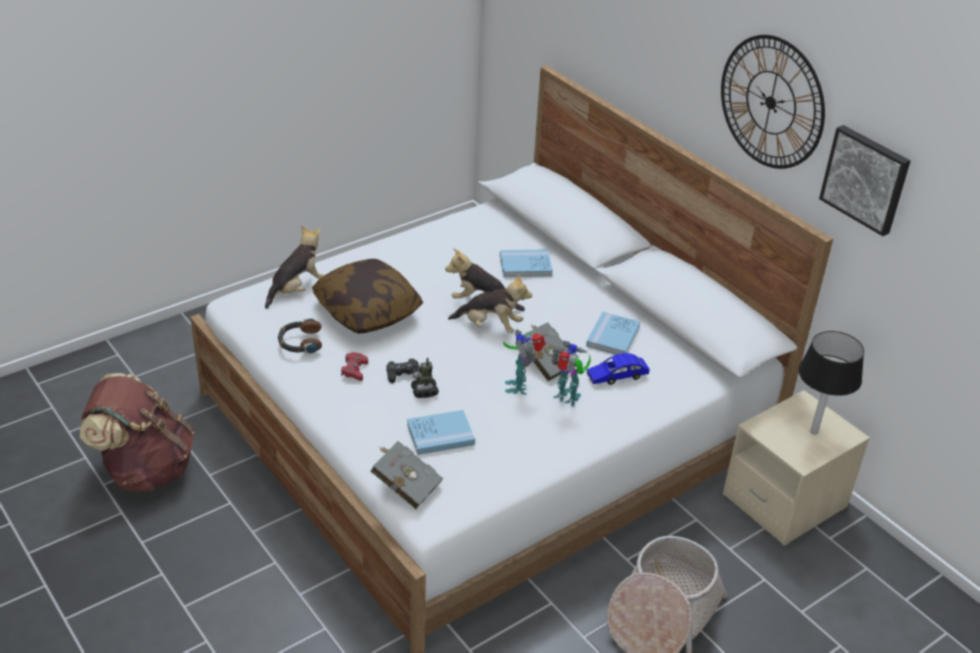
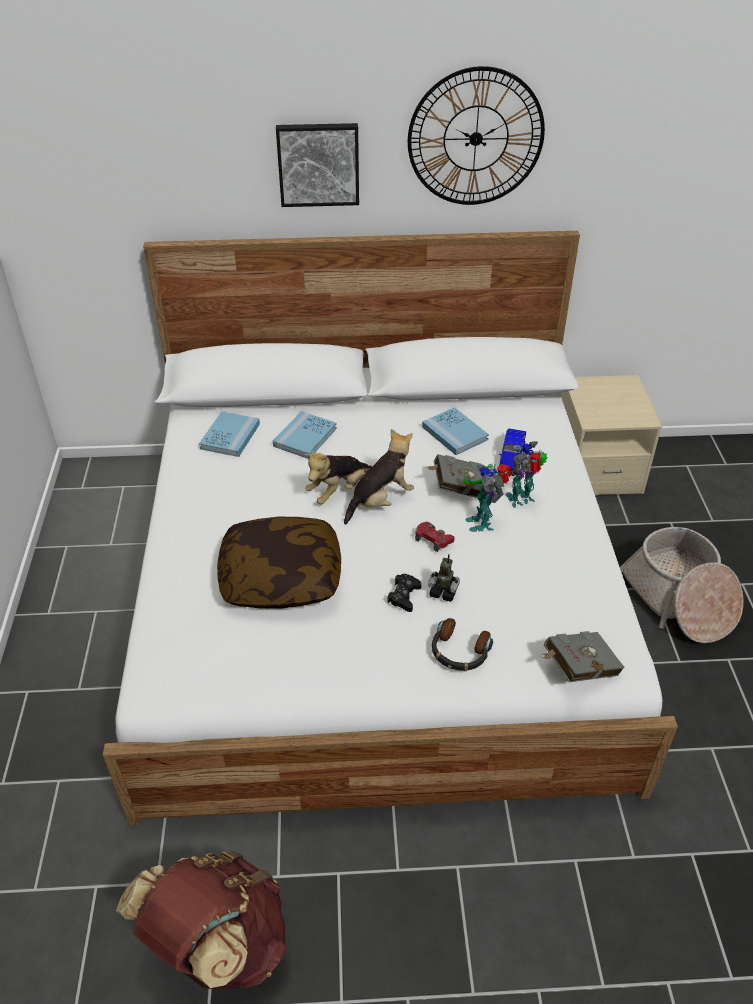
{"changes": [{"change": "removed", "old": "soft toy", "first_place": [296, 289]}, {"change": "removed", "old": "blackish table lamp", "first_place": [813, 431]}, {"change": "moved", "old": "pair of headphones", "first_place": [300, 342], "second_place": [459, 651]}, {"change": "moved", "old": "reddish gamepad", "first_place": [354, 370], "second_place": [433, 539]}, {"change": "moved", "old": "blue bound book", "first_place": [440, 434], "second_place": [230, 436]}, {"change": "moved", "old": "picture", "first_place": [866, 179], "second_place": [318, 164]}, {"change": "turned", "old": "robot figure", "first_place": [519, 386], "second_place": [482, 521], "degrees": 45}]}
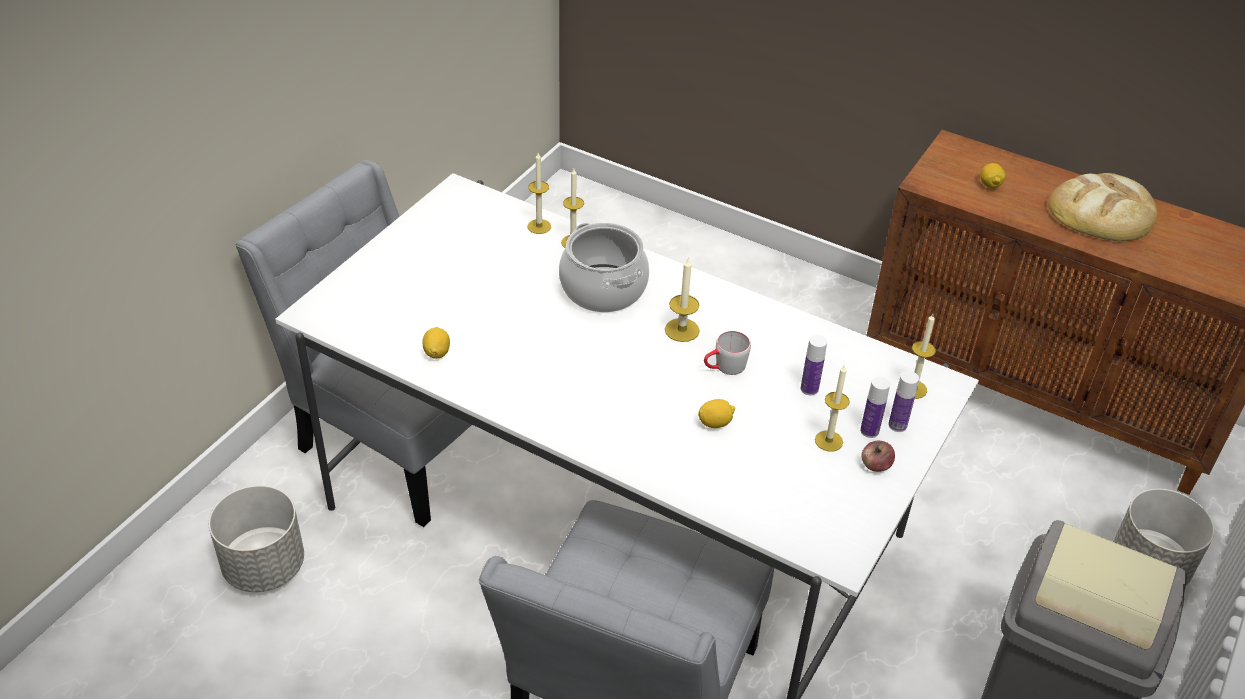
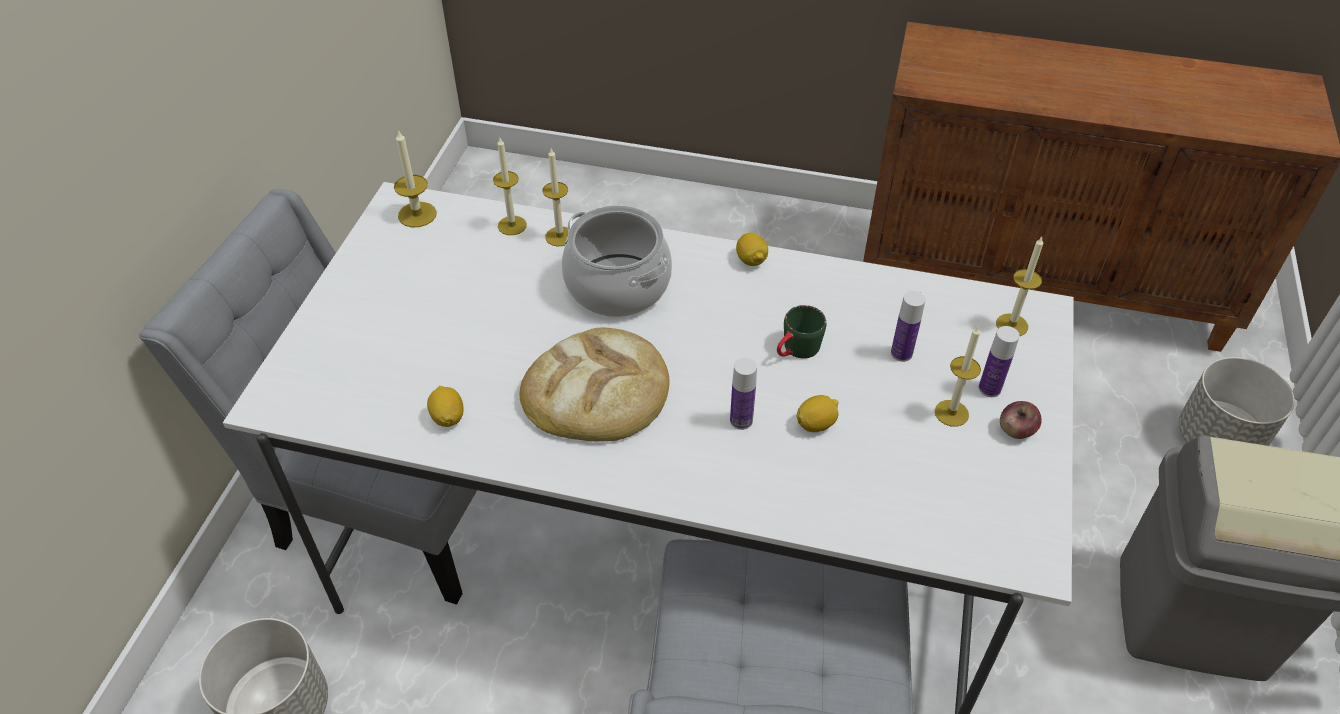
{"changes": [{"change": "moved", "old": "candle", "first_place": [682, 330], "second_place": [417, 214]}, {"change": "moved", "old": "drink bottle", "first_place": [897, 425], "second_place": [741, 420]}, {"change": "moved", "old": "citrus fruit", "first_place": [990, 185], "second_place": [751, 260]}, {"change": "moved", "old": "bakery bread", "first_place": [1102, 213], "second_place": [597, 391]}, {"change": "recoloured", "old": "gray coffee mug", "new": "greenish coffee mug", "first_place": [724, 367], "second_place": [796, 351]}]}
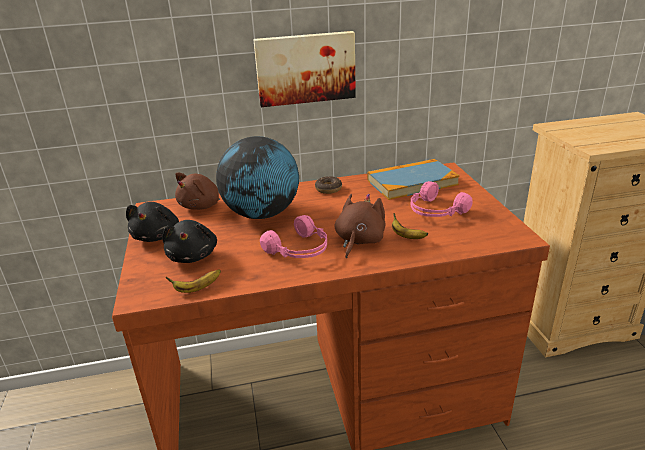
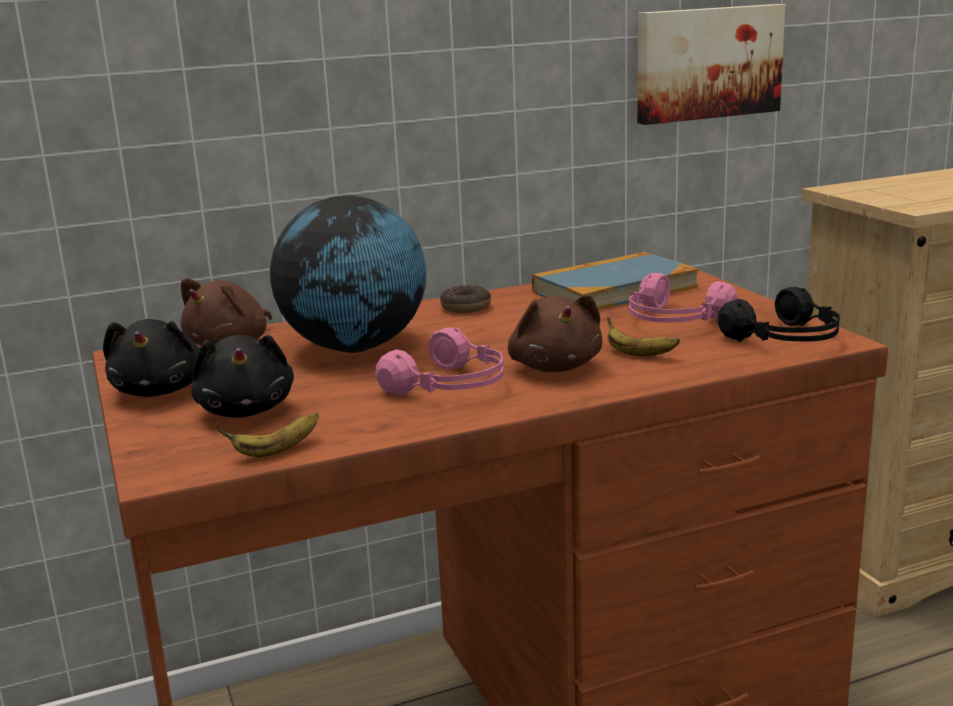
{"changes": [{"change": "added", "new": "blackish pair of headphones", "second_place": [787, 339]}, {"change": "moved", "old": "picture", "first_place": [305, 68], "second_place": [707, 63]}, {"change": "turned", "old": "brownish soft toy", "first_place": [359, 241], "second_place": [555, 366], "degrees": 150}]}
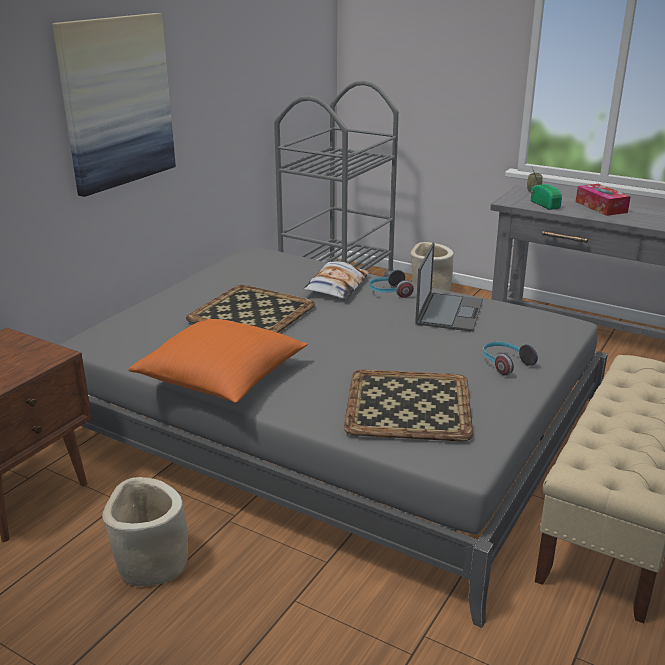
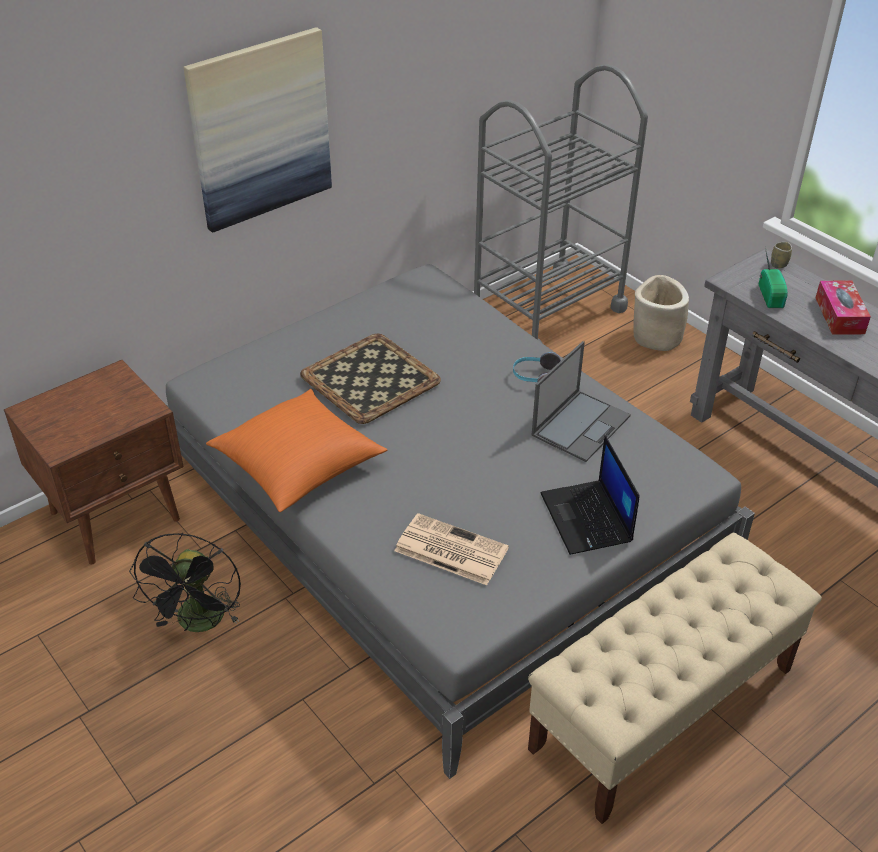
{"changes": [{"change": "removed", "old": "pillow", "first_place": [336, 286]}, {"change": "replaced", "old": "beige-coloured flower pot", "new": "blackish fan", "first_place": [151, 563], "second_place": [200, 624]}, {"change": "replaced", "old": "tray", "new": "newspaper", "first_place": [407, 405], "second_place": [449, 550]}, {"change": "replaced", "old": "pair of headphones", "new": "portable computer", "first_place": [505, 364], "second_place": [587, 518]}]}
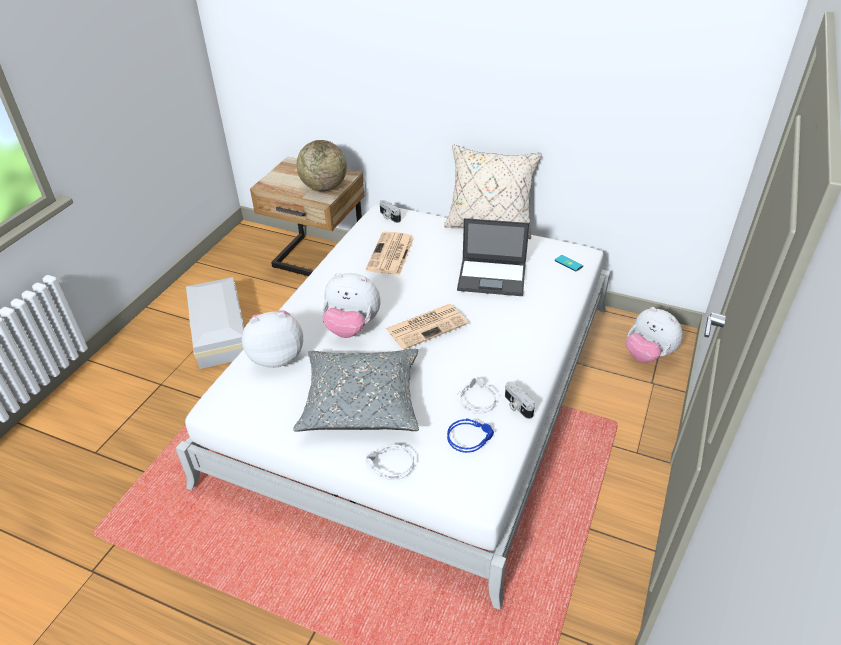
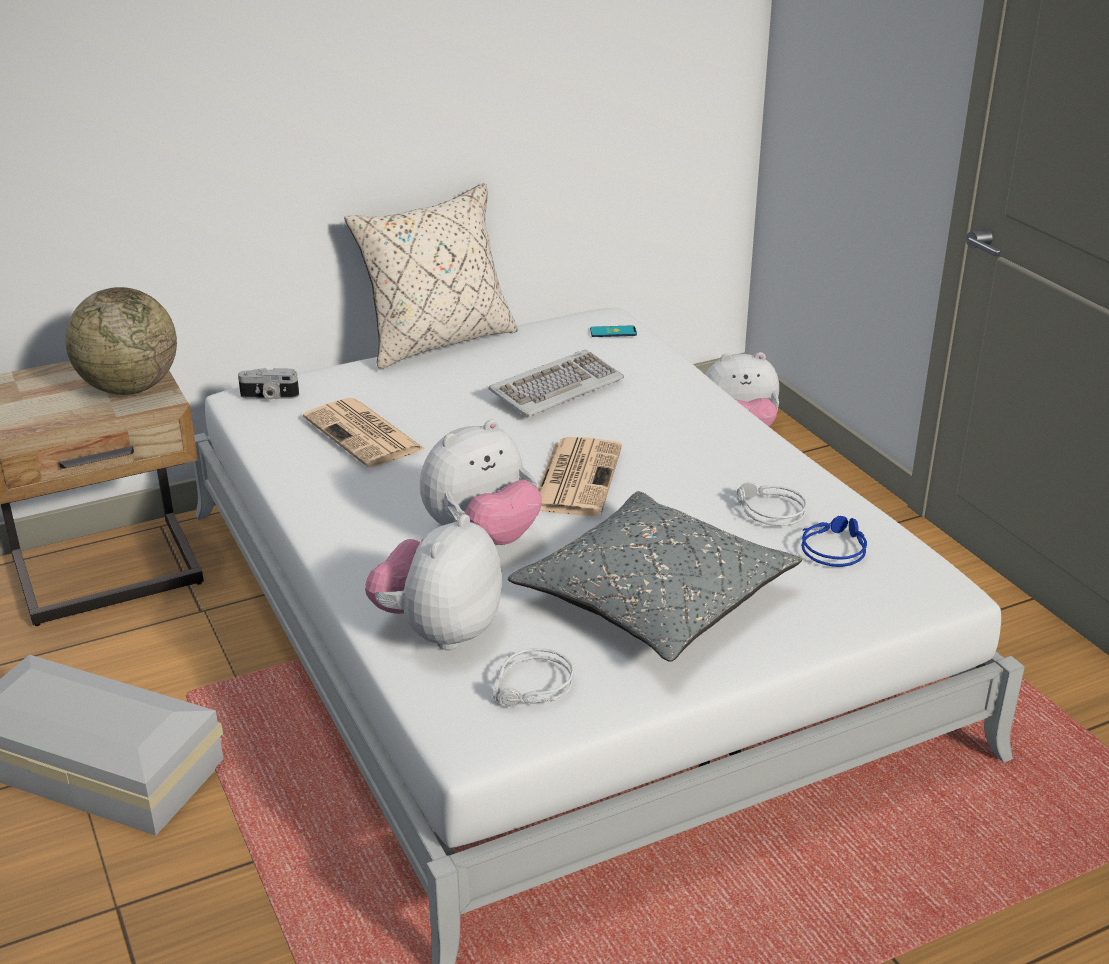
{"changes": [{"change": "removed", "old": "photo camera", "first_place": [517, 406]}, {"change": "moved", "old": "gray pair of headphones", "first_place": [389, 466], "second_place": [532, 688]}, {"change": "replaced", "old": "portable computer", "new": "keyboard", "first_place": [493, 277], "second_place": [556, 387]}]}
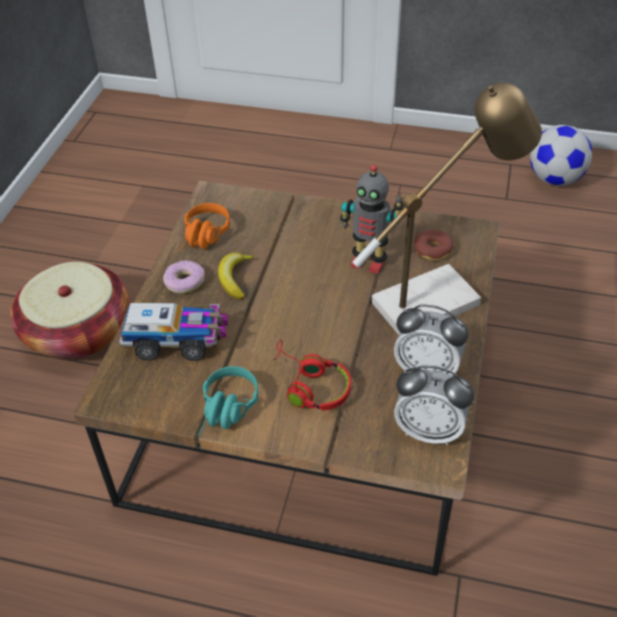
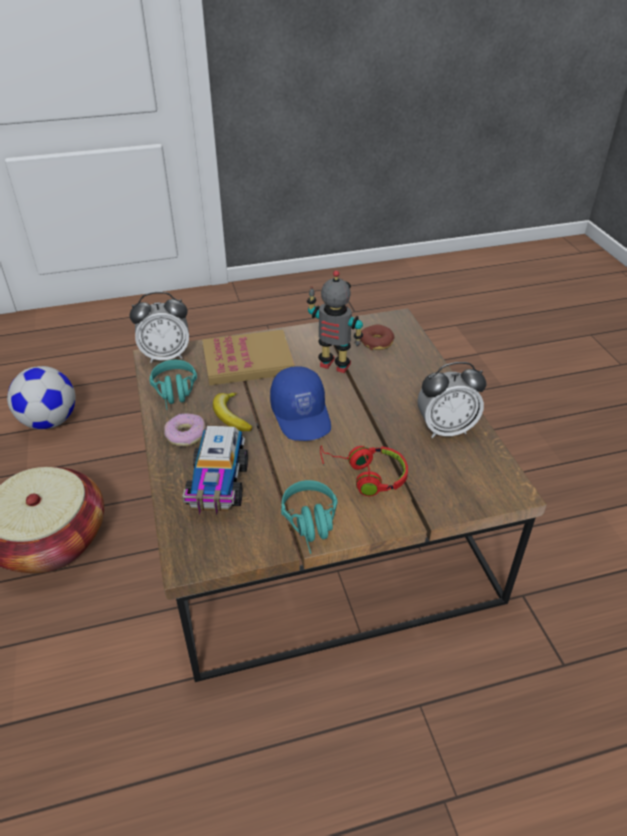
{"changes": [{"change": "removed", "old": "table lamp", "first_place": [436, 297]}, {"change": "added", "new": "bound book", "second_place": [248, 361]}, {"change": "added", "new": "blue peaked cap", "second_place": [302, 415]}, {"change": "moved", "old": "table clock", "first_place": [428, 430], "second_place": [166, 355]}, {"change": "moved", "old": "football ball", "first_place": [554, 179], "second_place": [49, 421]}, {"change": "recoloured", "old": "orange-coloured pair of headphones", "new": "blue-green pair of headphones", "first_place": [204, 239], "second_place": [176, 394]}, {"change": "turned", "old": "model truck", "first_place": [177, 341], "second_place": [218, 485], "degrees": 120}, {"change": "turned", "old": "robot figure", "first_place": [368, 262], "second_place": [334, 367], "degrees": -150}]}
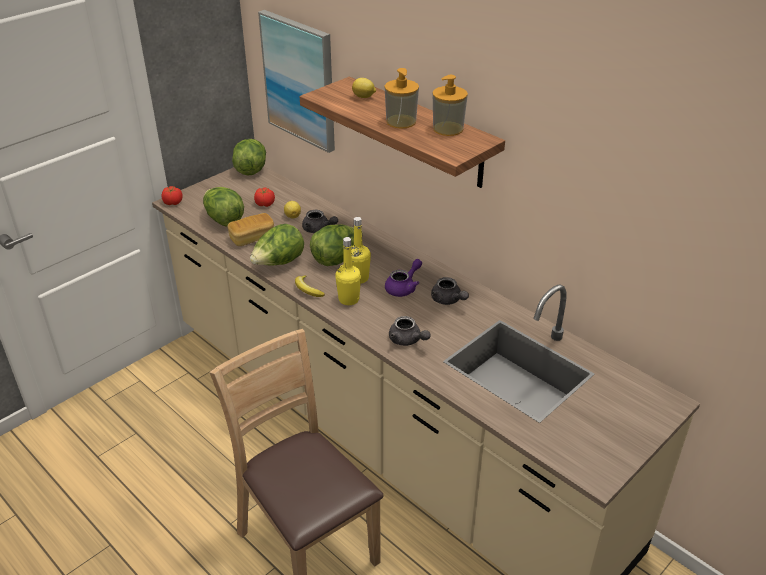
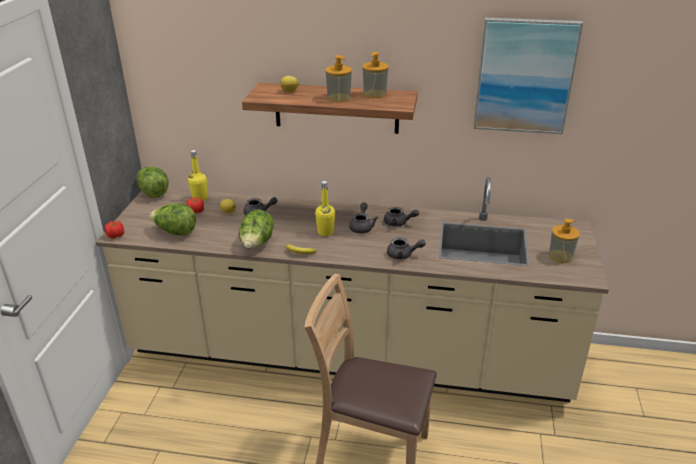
{"changes": [{"change": "removed", "old": "bakery bread", "first_place": [252, 238]}, {"change": "removed", "old": "head of lettuce", "first_place": [337, 258]}, {"change": "added", "new": "soap bottle", "second_place": [560, 256]}, {"change": "moved", "old": "picture", "first_place": [300, 80], "second_place": [524, 76]}, {"change": "moved", "old": "yellow drink bottle", "first_place": [349, 299], "second_place": [200, 198]}, {"change": "recoloured", "old": "purplish tea pot", "new": "gray tea pot", "first_place": [404, 287], "second_place": [362, 226]}]}
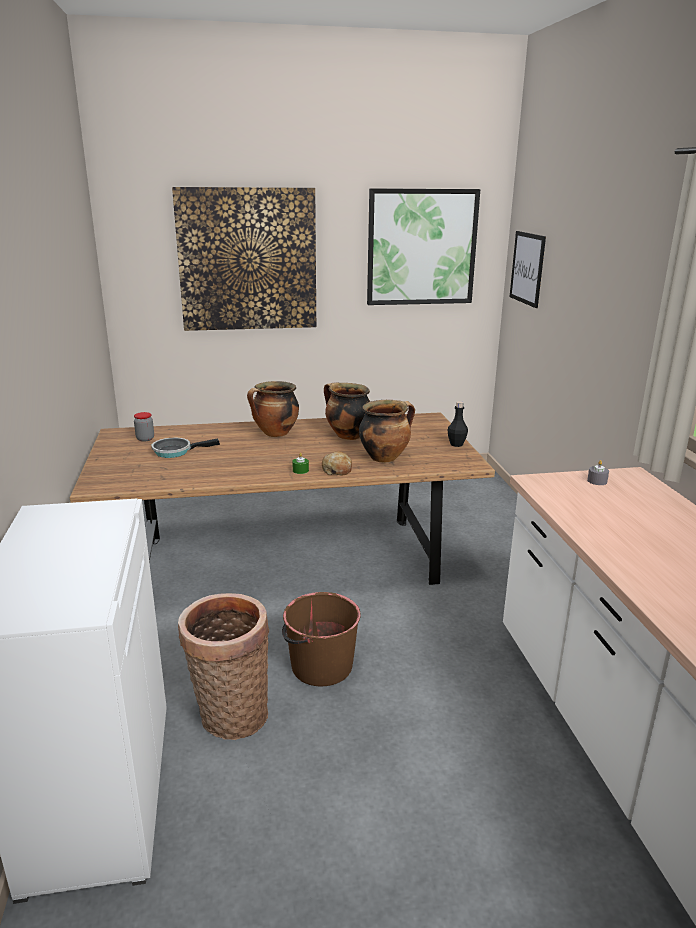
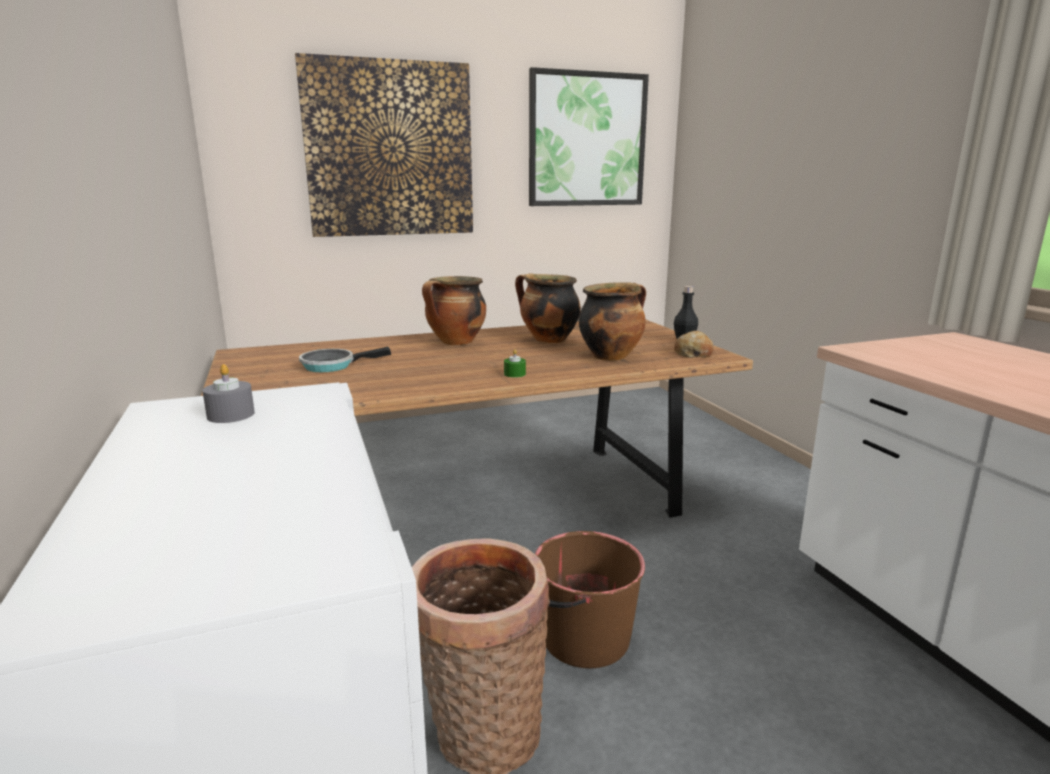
{"changes": [{"change": "removed", "old": "preserve jar", "first_place": [145, 439]}, {"change": "removed", "old": "picture", "first_place": [527, 268]}, {"change": "moved", "old": "bakery bread", "first_place": [337, 470], "second_place": [693, 353]}, {"change": "moved", "old": "gray candle", "first_place": [597, 481], "second_place": [231, 415]}]}
